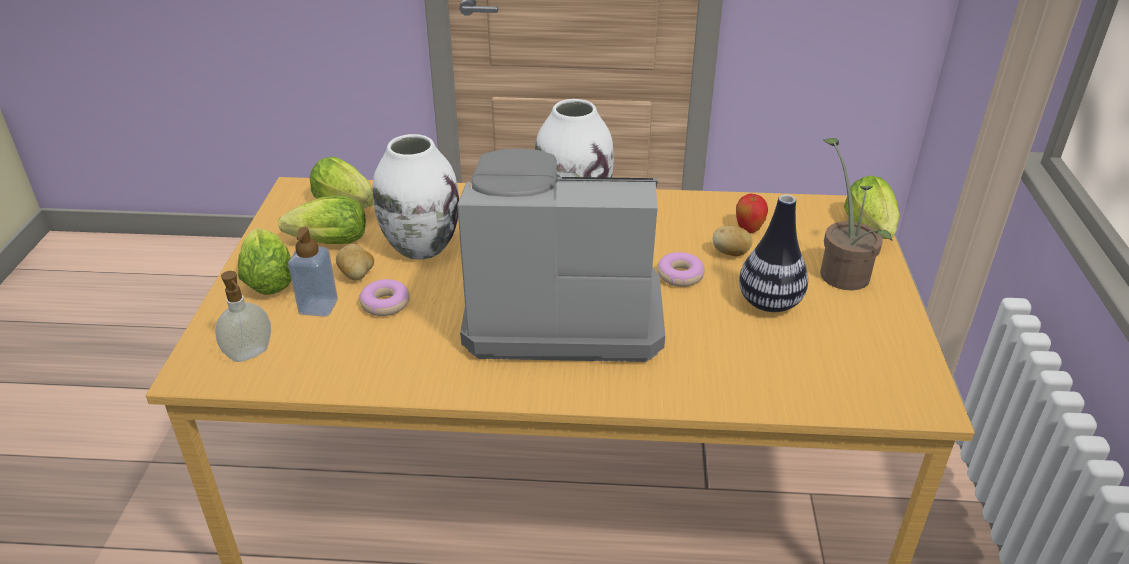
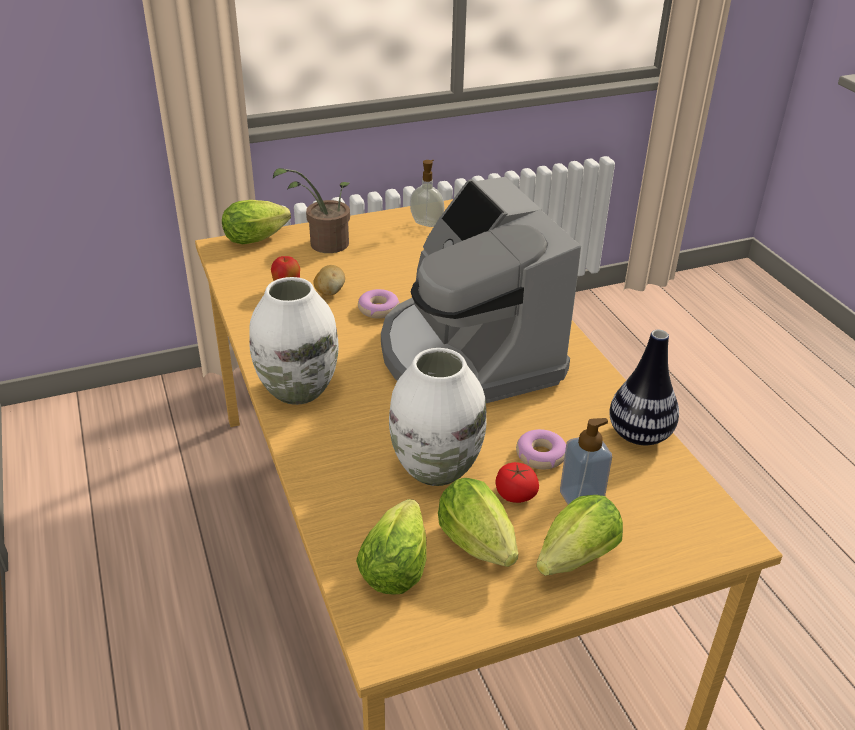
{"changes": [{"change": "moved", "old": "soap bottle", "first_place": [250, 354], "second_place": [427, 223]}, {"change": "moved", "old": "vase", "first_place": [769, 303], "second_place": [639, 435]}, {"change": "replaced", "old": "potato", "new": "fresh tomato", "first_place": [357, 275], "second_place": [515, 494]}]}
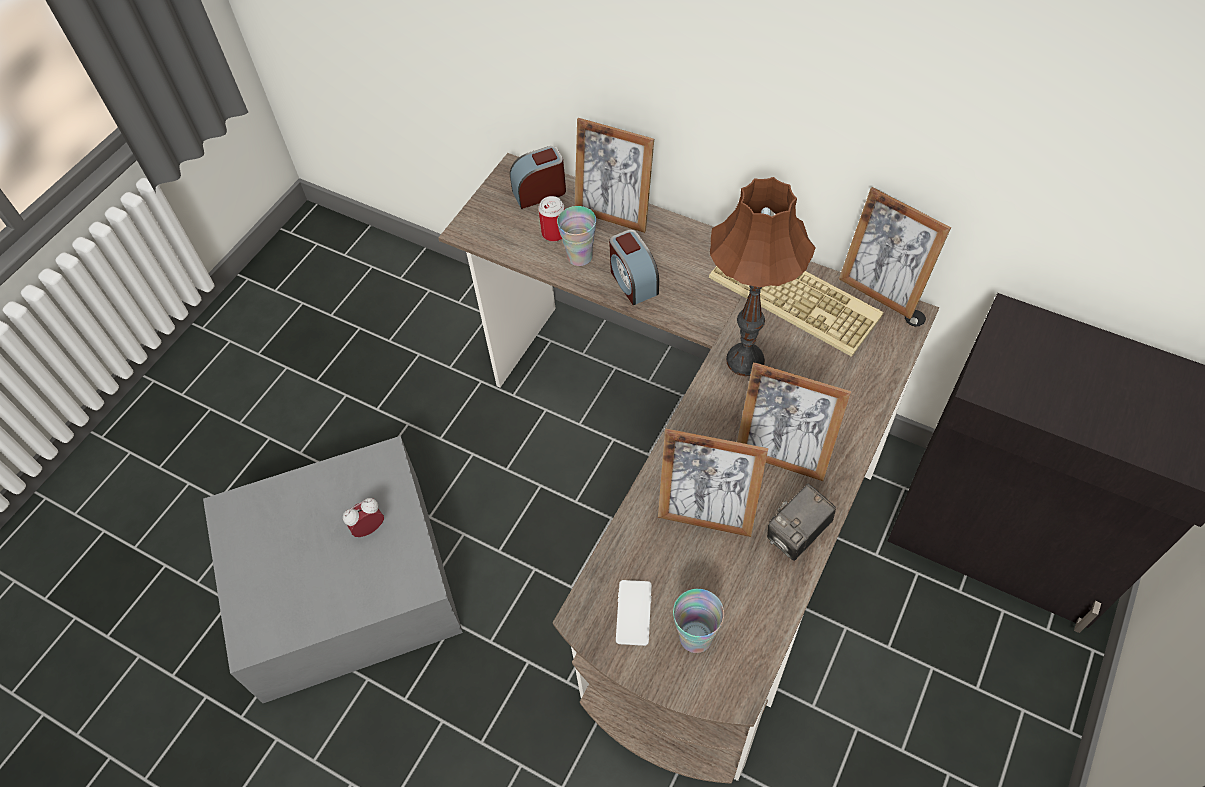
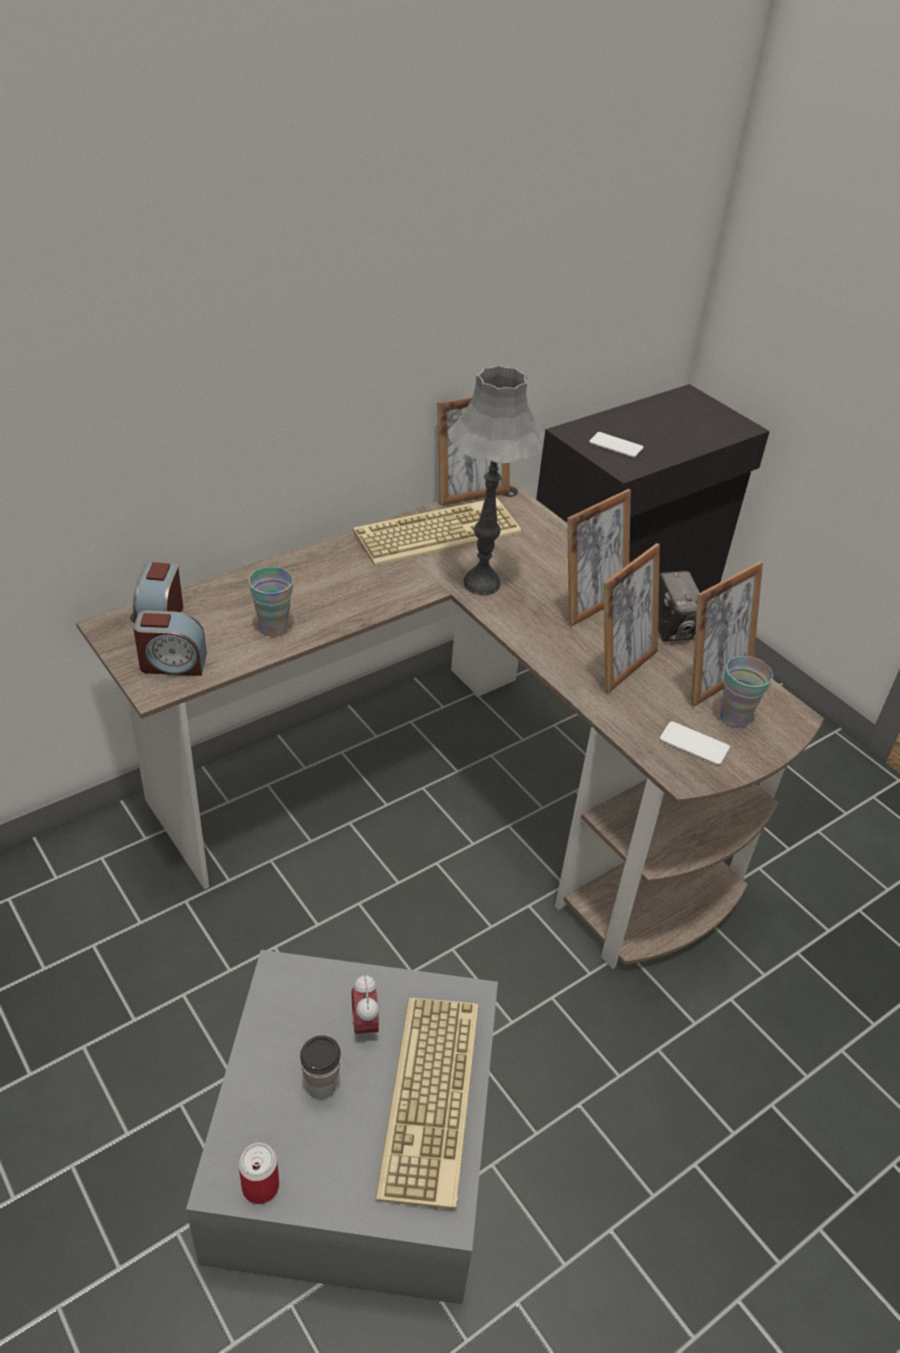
{"changes": [{"change": "added", "new": "cup", "second_place": [321, 1086]}, {"change": "added", "new": "keyboard", "second_place": [433, 1101]}, {"change": "added", "new": "phone", "second_place": [615, 446]}, {"change": "moved", "old": "metal can", "first_place": [554, 233], "second_place": [260, 1186]}, {"change": "moved", "old": "photo frame", "first_place": [614, 214], "second_place": [712, 681]}, {"change": "moved", "old": "table clock", "first_place": [633, 281], "second_place": [173, 663]}, {"change": "recoloured", "old": "brownish table lamp", "new": "gray table lamp", "first_place": [745, 361], "second_place": [482, 584]}]}
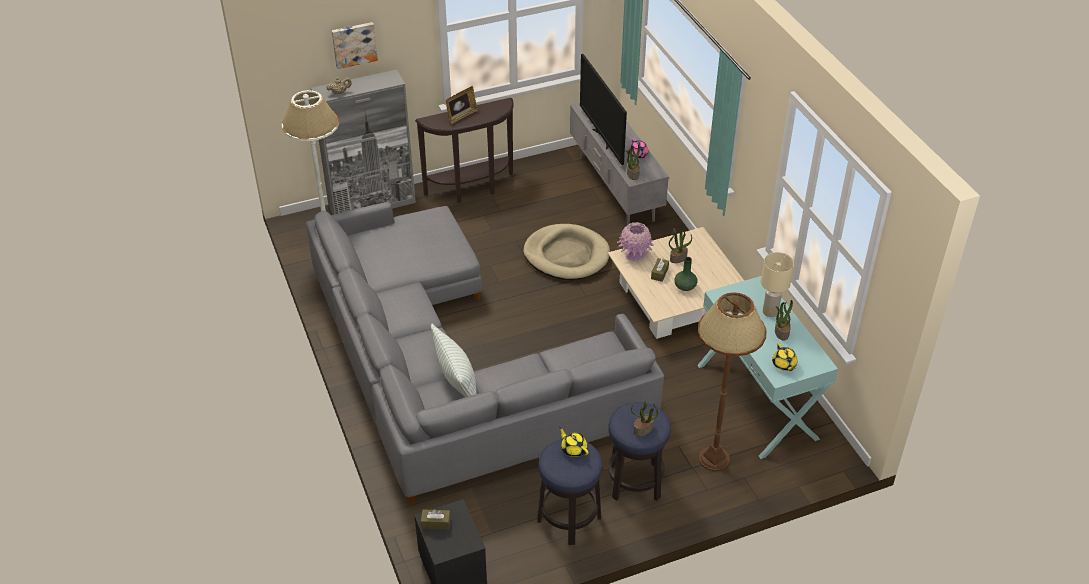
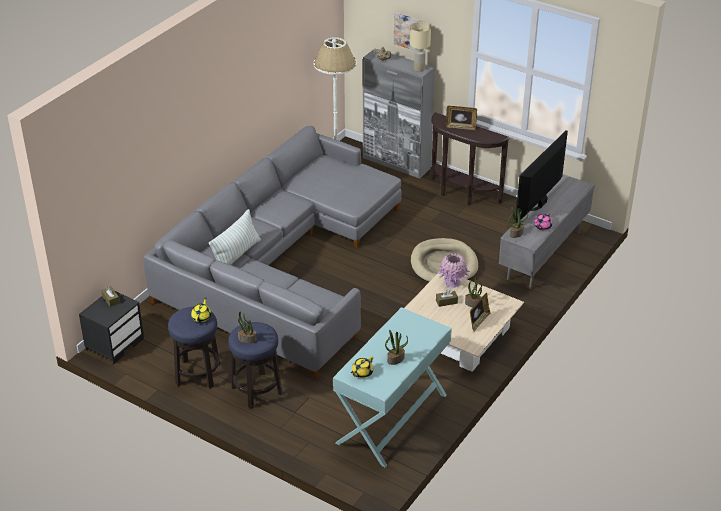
{"changes": [{"change": "removed", "old": "greenish vase", "first_place": [685, 287]}, {"change": "removed", "old": "brownish standard lamp", "first_place": [713, 459]}, {"change": "added", "new": "photo frame", "second_place": [478, 321]}, {"change": "moved", "old": "beige-coloured table lamp", "first_place": [770, 312], "second_place": [419, 69]}]}
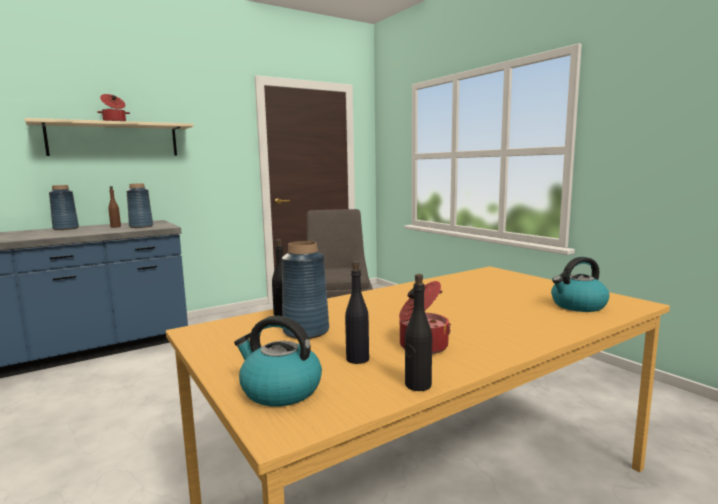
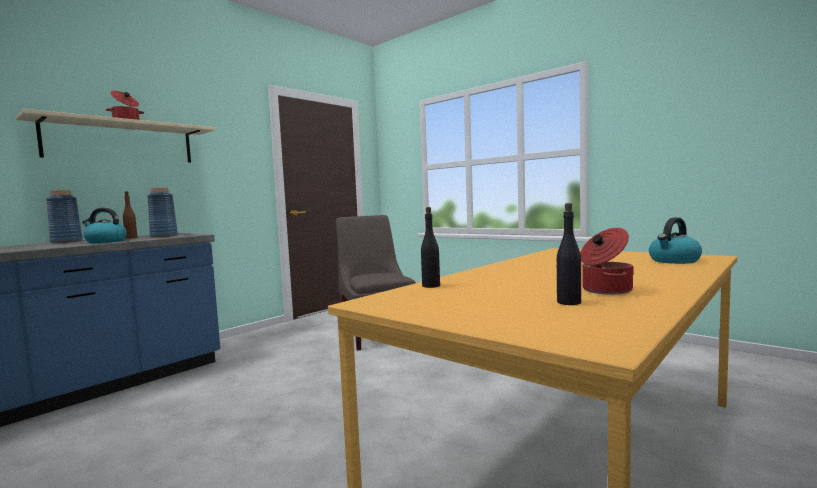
{"changes": [{"change": "removed", "old": "blue vase", "first_place": [305, 331]}, {"change": "removed", "old": "blackish drink bottle", "first_place": [417, 385]}, {"change": "moved", "old": "kettle", "first_place": [279, 390], "second_place": [105, 242]}]}
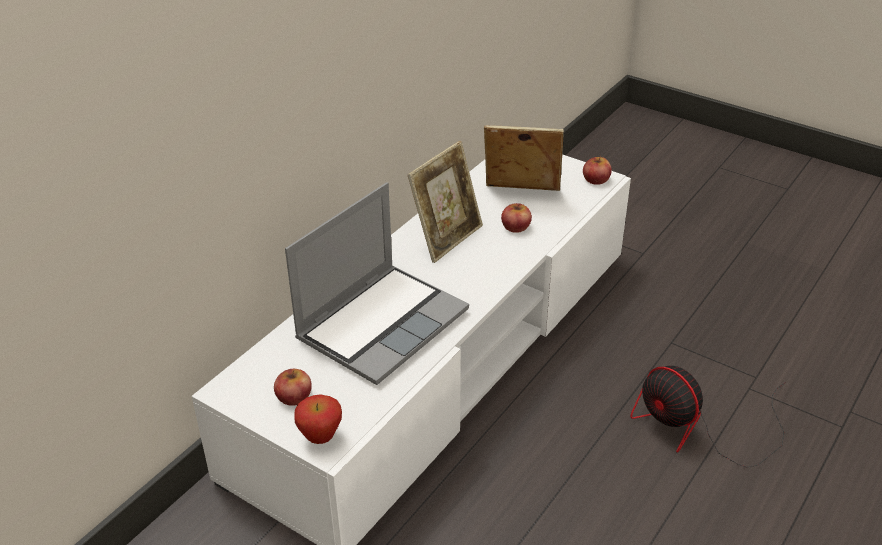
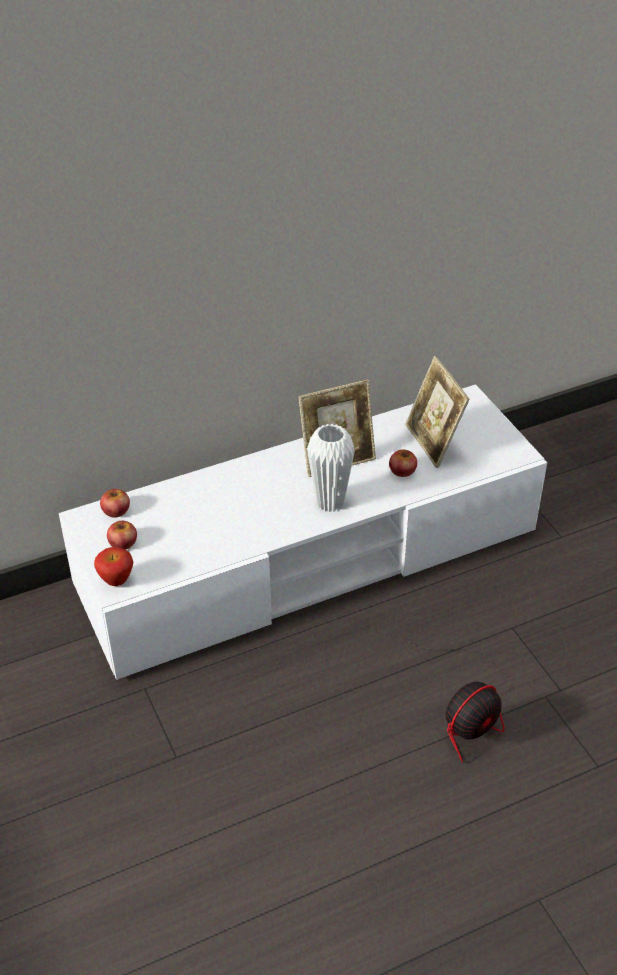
{"changes": [{"change": "removed", "old": "portable computer", "first_place": [382, 323]}, {"change": "added", "new": "white-coloured vase", "second_place": [330, 502]}, {"change": "moved", "old": "whole apple", "first_place": [596, 179], "second_place": [116, 510]}, {"change": "turned", "old": "photo frame", "first_place": [521, 195], "second_place": [433, 443], "degrees": -150}, {"change": "turned", "old": "fan", "first_place": [699, 429], "second_place": [468, 710], "degrees": -120}]}
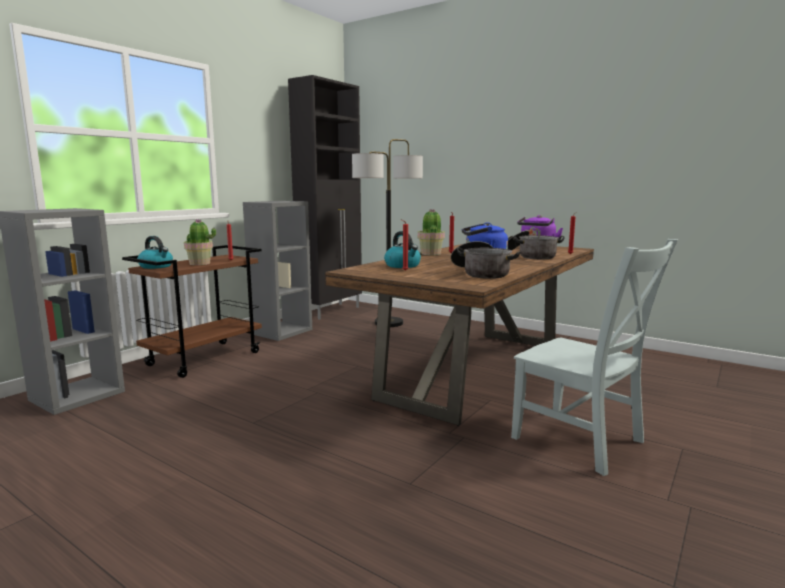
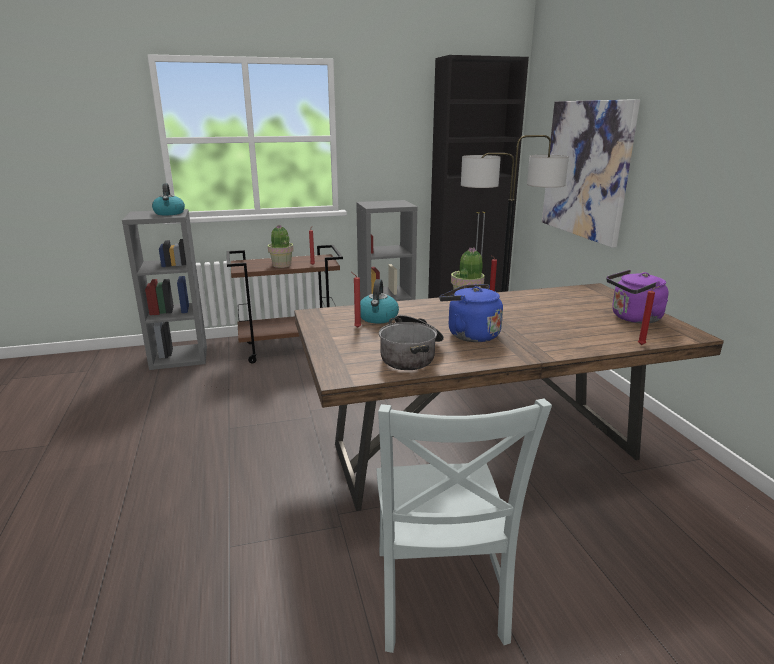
{"changes": [{"change": "removed", "old": "cooking pot", "first_place": [528, 256]}, {"change": "added", "new": "picture", "second_place": [586, 170]}, {"change": "moved", "old": "kettle", "first_place": [156, 266], "second_place": [169, 213]}]}
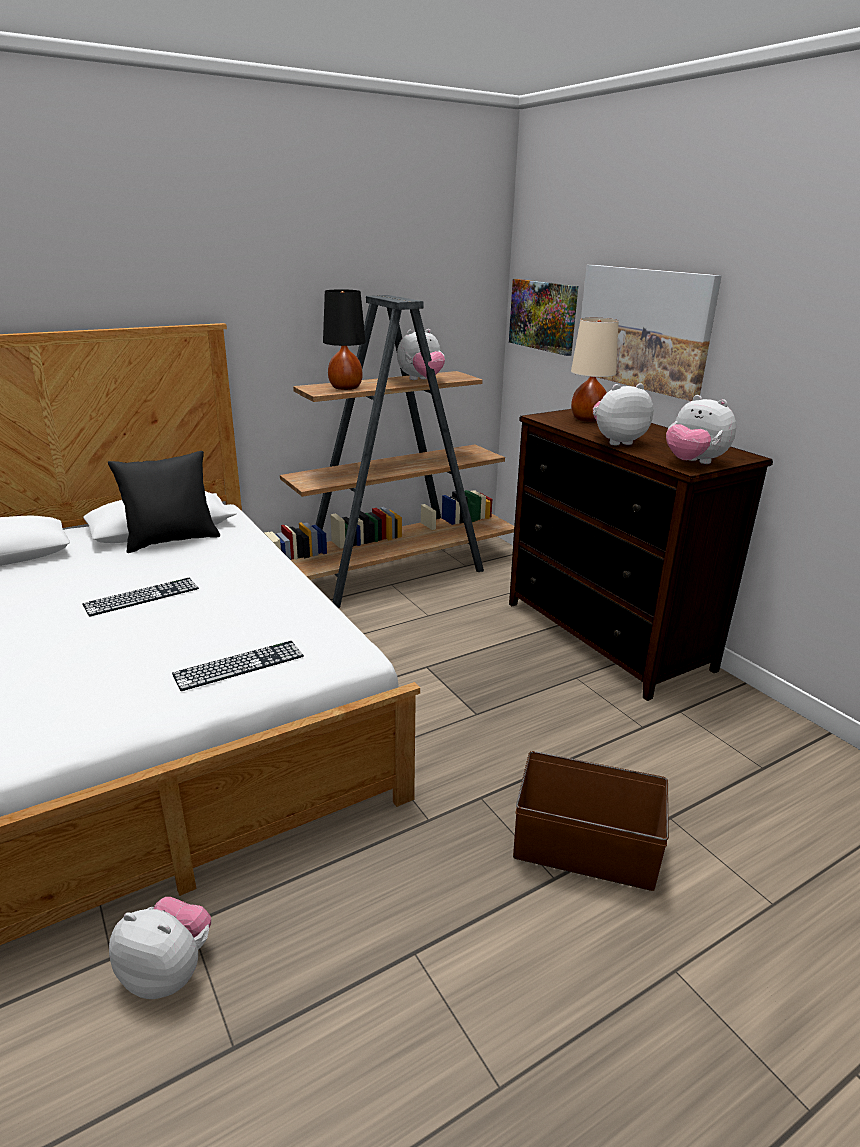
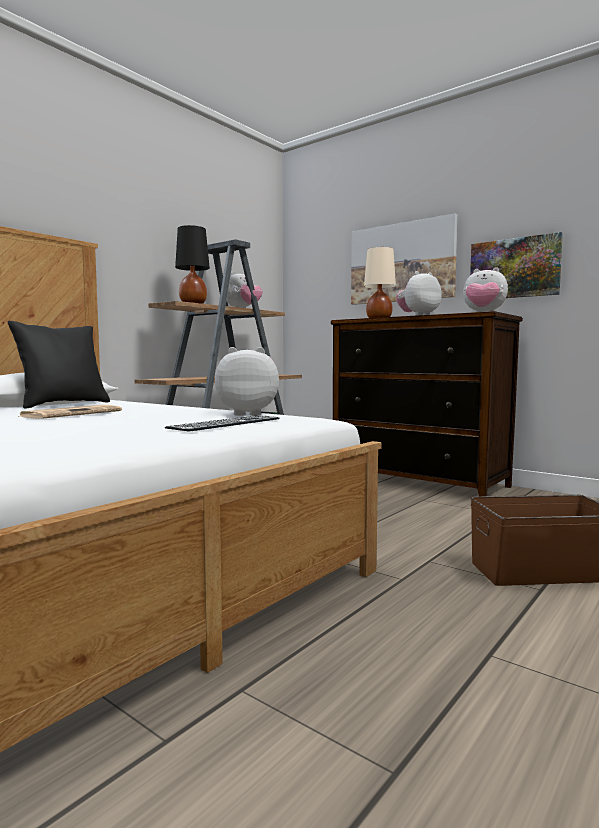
{"changes": [{"change": "moved", "old": "soft toy", "first_place": [168, 971], "second_place": [247, 414]}, {"change": "moved", "old": "picture", "first_place": [543, 315], "second_place": [514, 268]}, {"change": "replaced", "old": "keyboard", "new": "newspaper", "first_place": [142, 596], "second_place": [72, 413]}]}
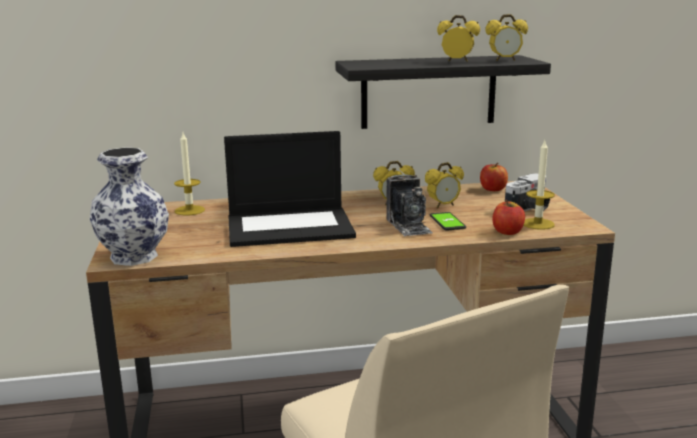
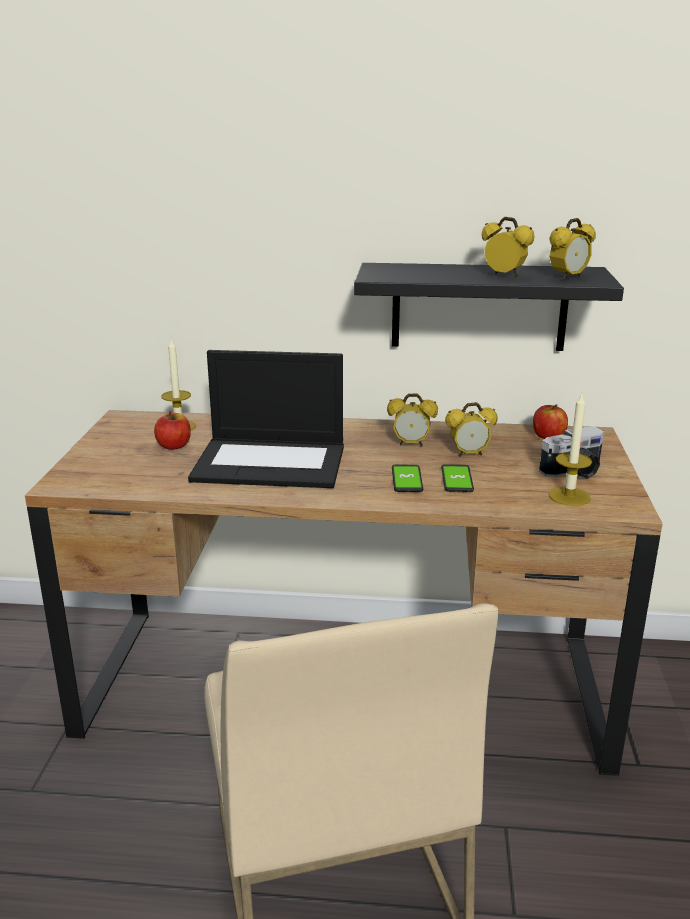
{"changes": [{"change": "removed", "old": "vase", "first_place": [134, 256]}, {"change": "moved", "old": "whole apple", "first_place": [507, 232], "second_place": [174, 446]}, {"change": "replaced", "old": "photo camera", "new": "phone", "first_place": [409, 226], "second_place": [407, 479]}, {"change": "turned", "old": "table clock", "first_place": [504, 60], "second_place": [568, 277], "degrees": -45}]}
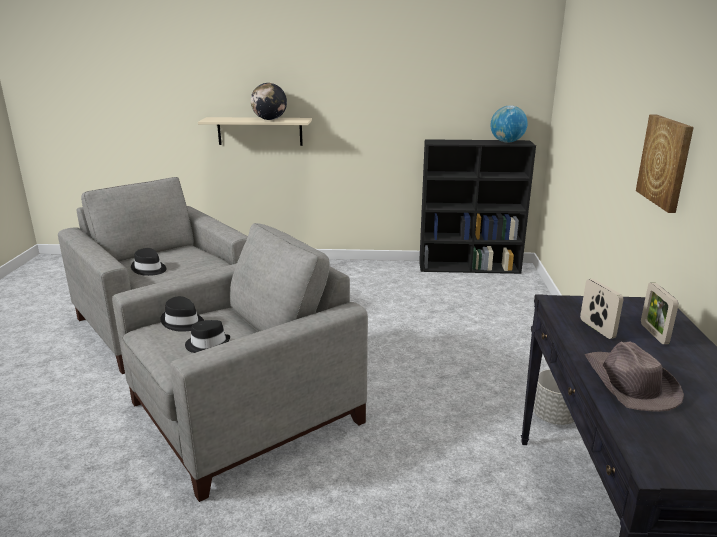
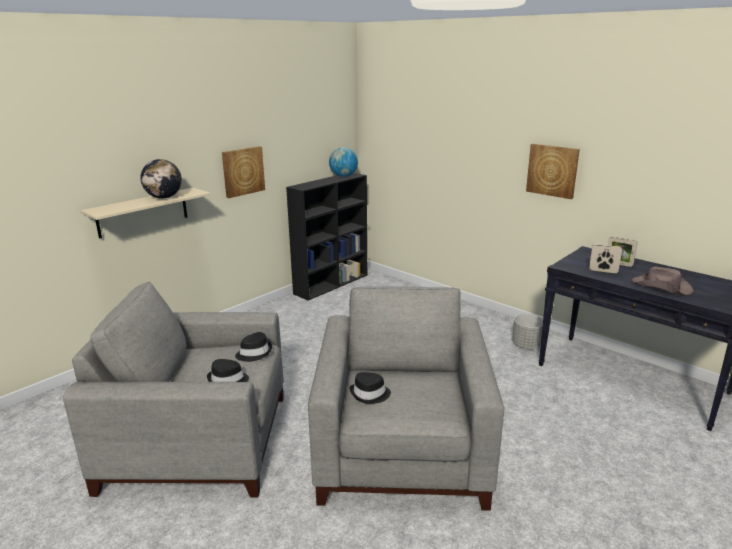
{"changes": [{"change": "added", "new": "picture", "second_place": [243, 171]}, {"change": "moved", "old": "blackish wearable hat", "first_place": [207, 344], "second_place": [254, 353]}]}
